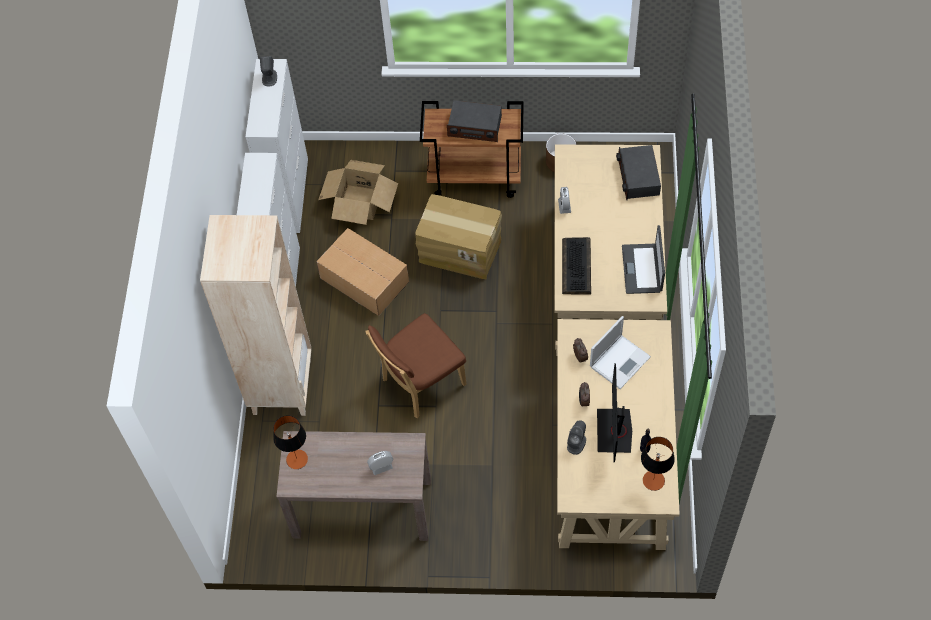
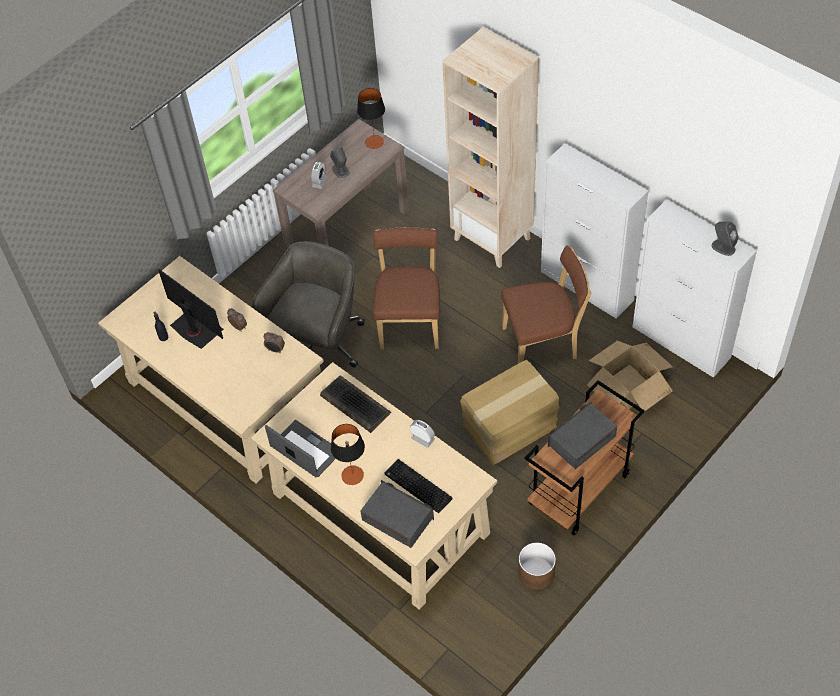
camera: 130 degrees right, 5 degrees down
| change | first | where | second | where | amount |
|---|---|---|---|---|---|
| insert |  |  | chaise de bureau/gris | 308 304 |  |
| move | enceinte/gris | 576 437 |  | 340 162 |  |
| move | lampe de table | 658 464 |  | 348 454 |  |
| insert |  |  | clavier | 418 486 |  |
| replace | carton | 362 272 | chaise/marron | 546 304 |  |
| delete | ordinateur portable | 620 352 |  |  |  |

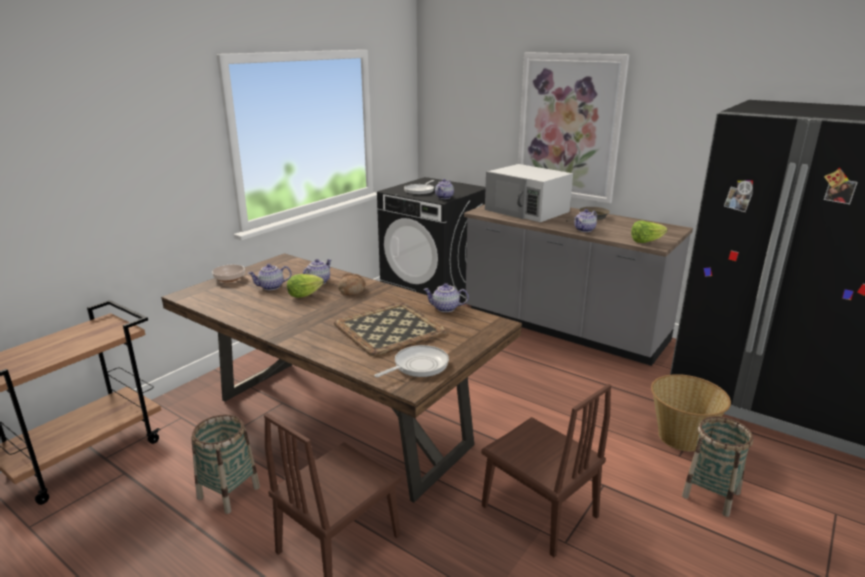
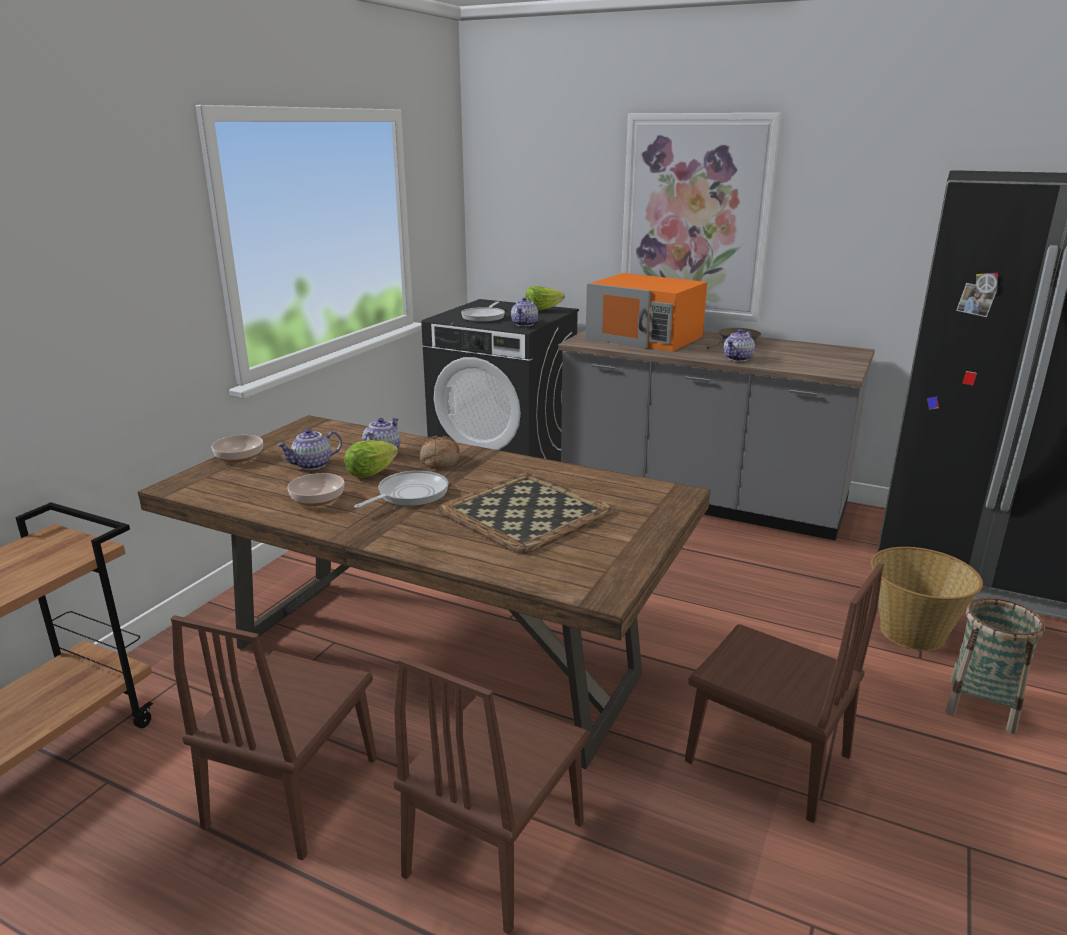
camera: 10 degrees left, 0 degrees up
| change | first | where | second | where | amount |
|---|---|---|---|---|---|
| replace | panier | 225 464 | chaise/marron | 274 737 |  |
| insert |  |  | bol | 315 489 |  |
| move | poêle | 411 361 |  | 401 489 |  |
| move | laitue | 649 231 |  | 545 298 |  |
| recolor | micro-ondes/blanc | 529 193 | micro-ondes/orange | 646 312 |  |
| delete | théière | 446 297 |  |  |  |

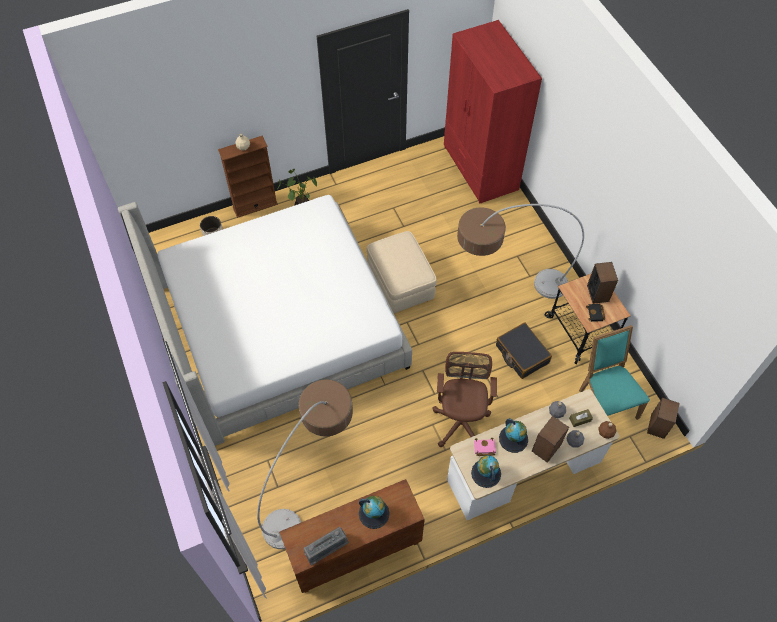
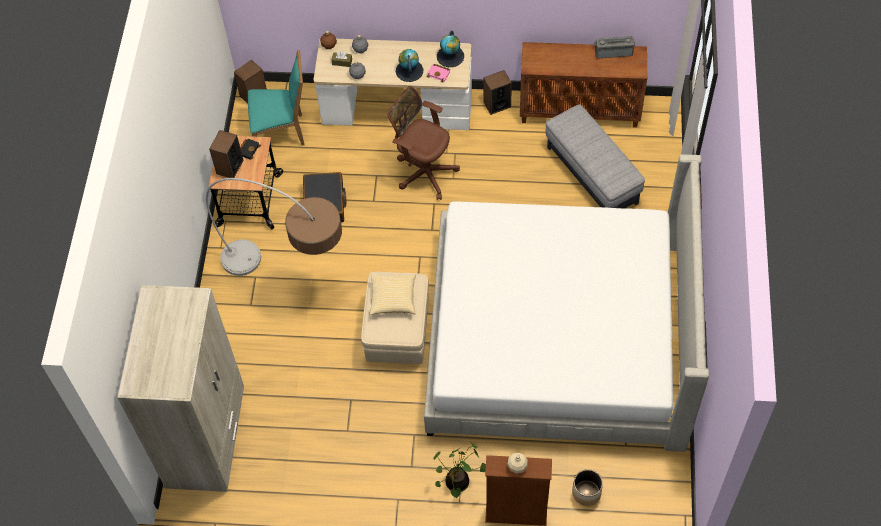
camera: 150 degrees left, 0 degrees up
| change | first | where | second | where | amount |
|---|---|---|---|---|---|
| recolor | armoire/rouge | 493 112 | armoire/beige | 180 388 |  |
| rotate | chaise/turquoise | 614 372 |  | 276 97 | 105 degrees counterclockwise |
| insert |  |  | coussin | 393 294 |  |
| rotate | chaise de bureau/marron | 464 399 |  | 424 143 | 90 degrees clockwise |
| move | enceinte | 550 439 |  | 497 92 |  |
| replace | lampadaire | 305 464 | pouf/gris | 595 156 |  |
| delete | globe | 374 512 |  |  |  |

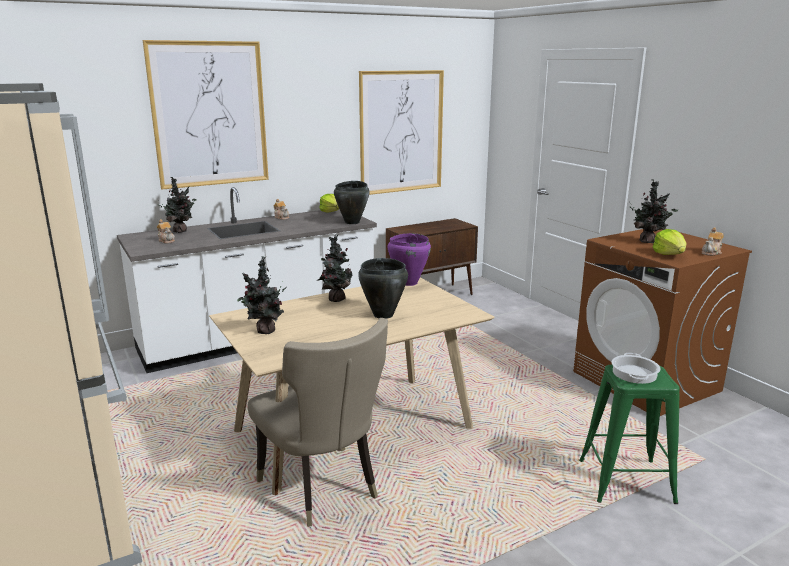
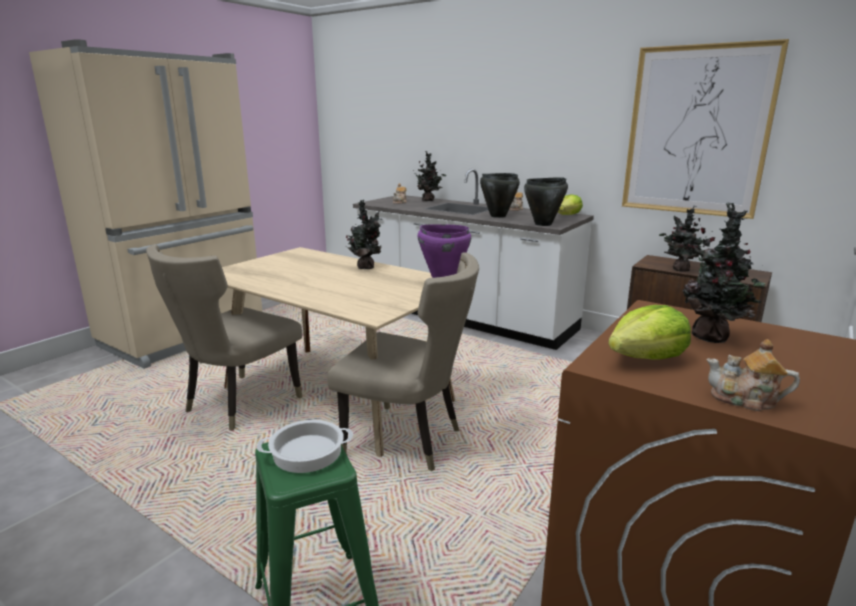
camera: 65 degrees right, 0 degrees up
| change | first | where | second | where | amount |
|---|---|---|---|---|---|
| insert |  |  | chaise/beige | 403 362 |  |
| move | marmite/noir | 383 288 |  | 500 195 |  |
| move | plante en pot | 262 295 |  | 684 239 |  |
| delete | tableau | 206 114 |  |  |  |

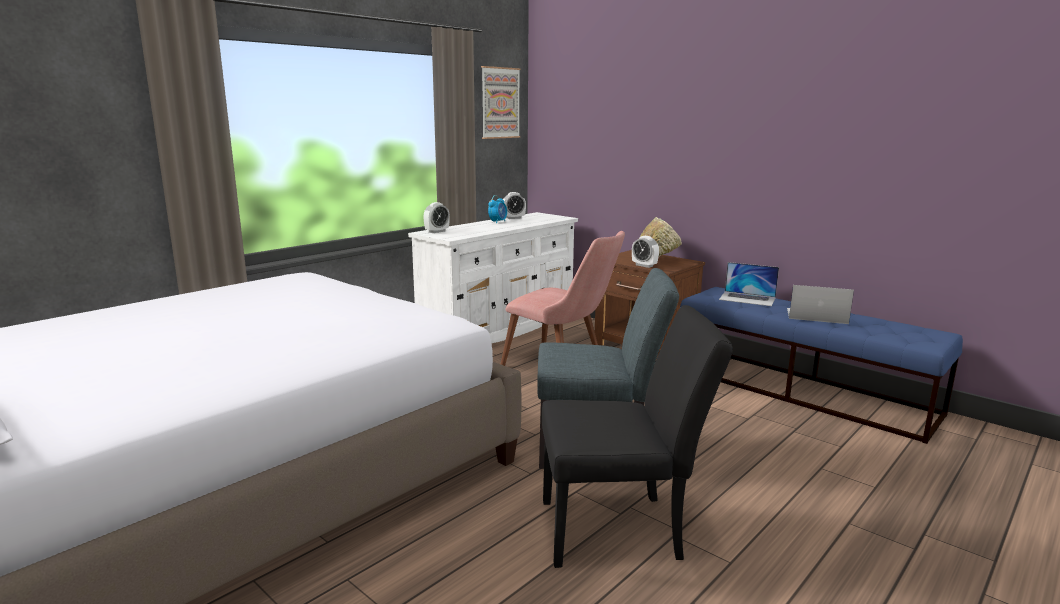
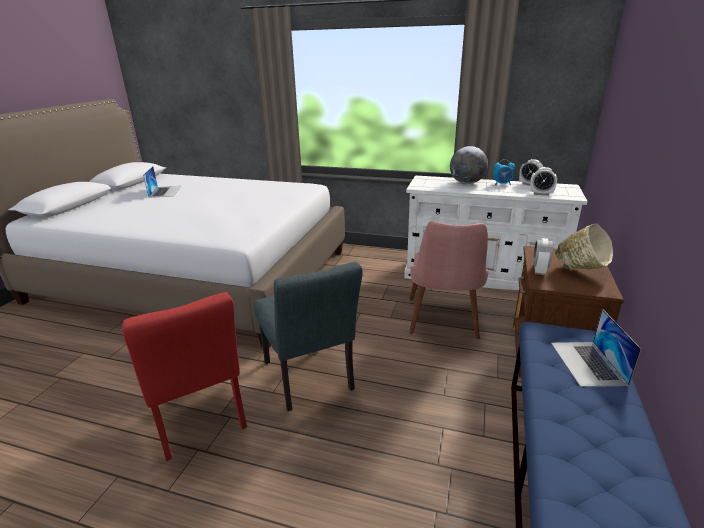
camera: 65 degrees right, 10 degrees up
| change | first | where | second | where | amount |
|---|---|---|---|---|---|
| recolor | chaise/noir | 637 436 | chaise/rouge | 184 376 |  |
| move | ordinateur portable | 820 304 |  | 162 182 |  |
| insert |  |  | globe | 469 165 |  |
| move | réveil | 437 217 |  | 543 181 |  |
| delete | tableau | 501 102 |  |  |  |

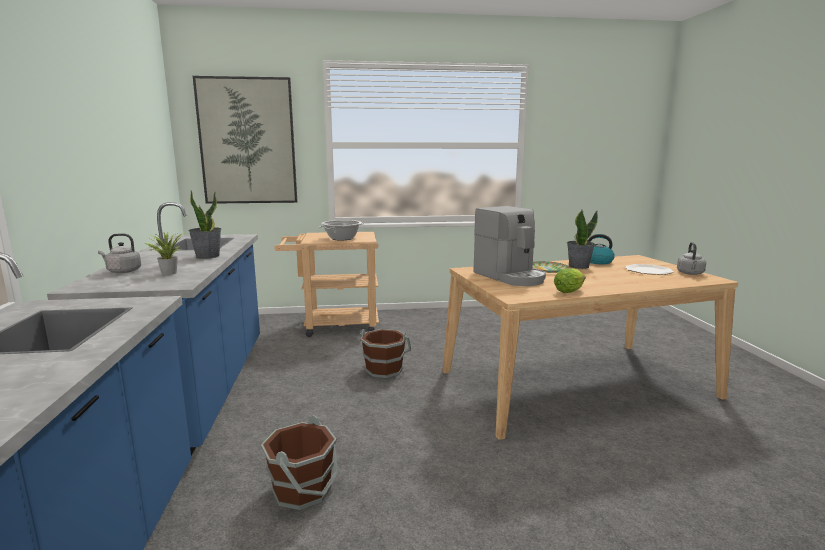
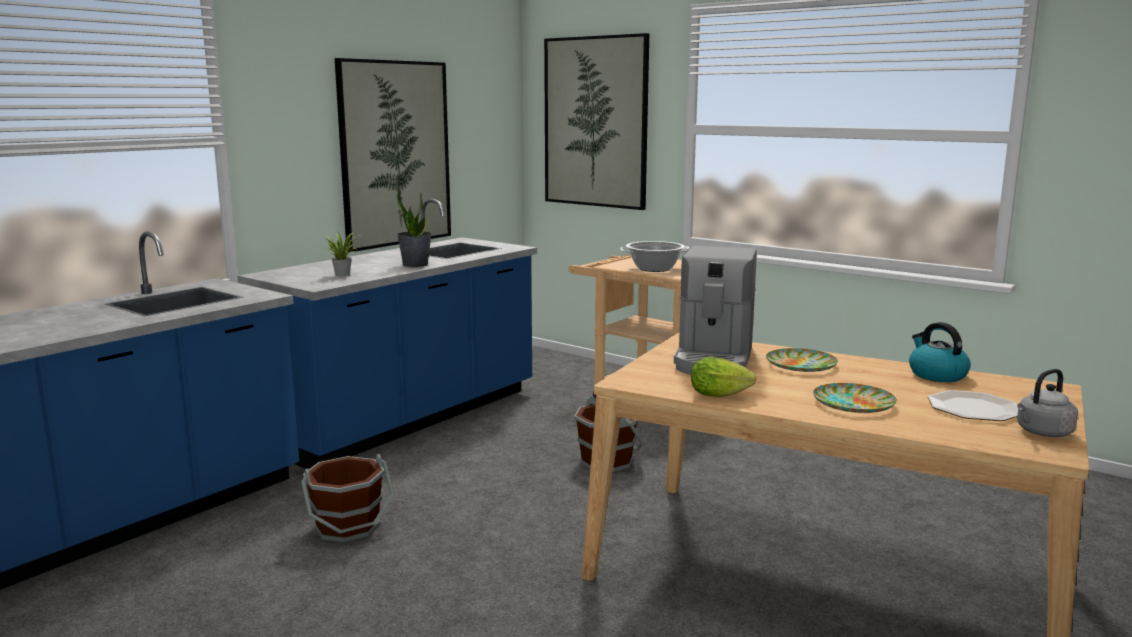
camera: 45 degrees right, 0 degrees up
| change | first | where | second | where | amount |
|---|---|---|---|---|---|
| insert |  |  | tableau | 393 155 |  |
| insert |  |  | assiette | 855 398 |  |
| delete | bouilloire/gris | 119 253 |  |  |  |
| delete | plante en pot | 582 239 |  |  |  |

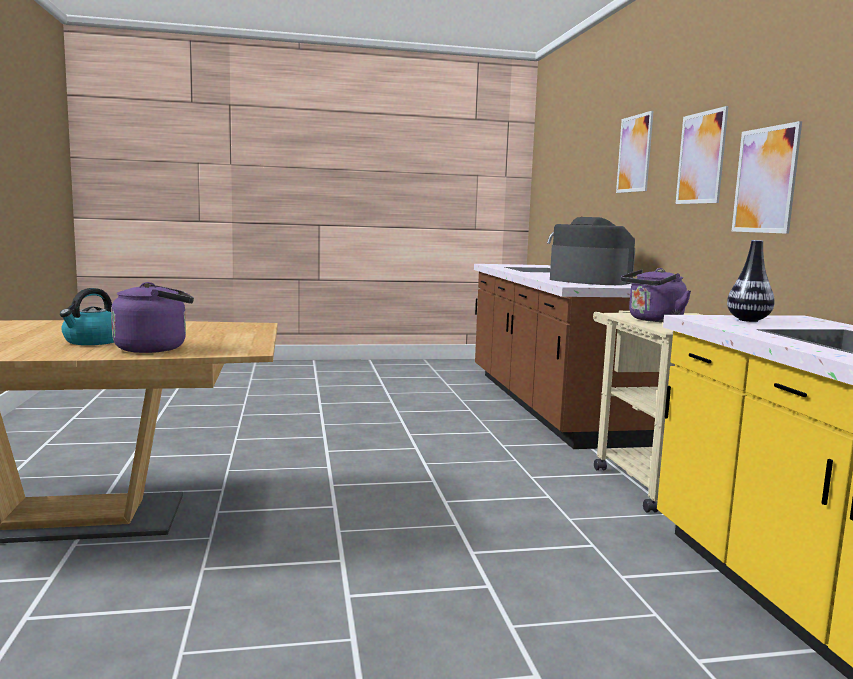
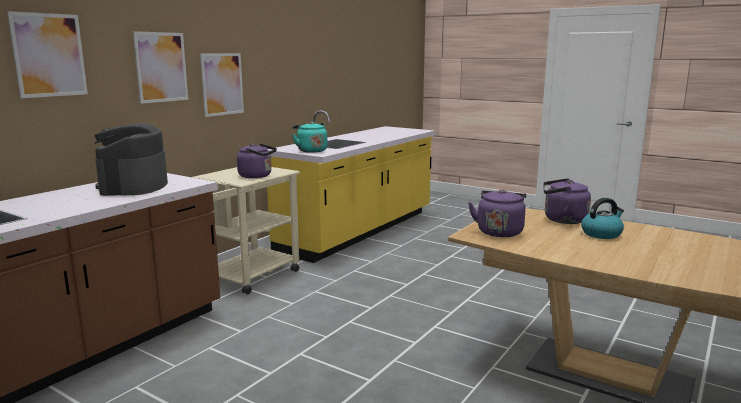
camera: 135 degrees left, 5 degrees up
| change | first | where | second | where | amount |
|---|---|---|---|---|---|
| replace | vase | 751 281 | bouilloire/turquoise | 309 137 |  |
| insert |  |  | bouilloire/violet | 497 213 |  |

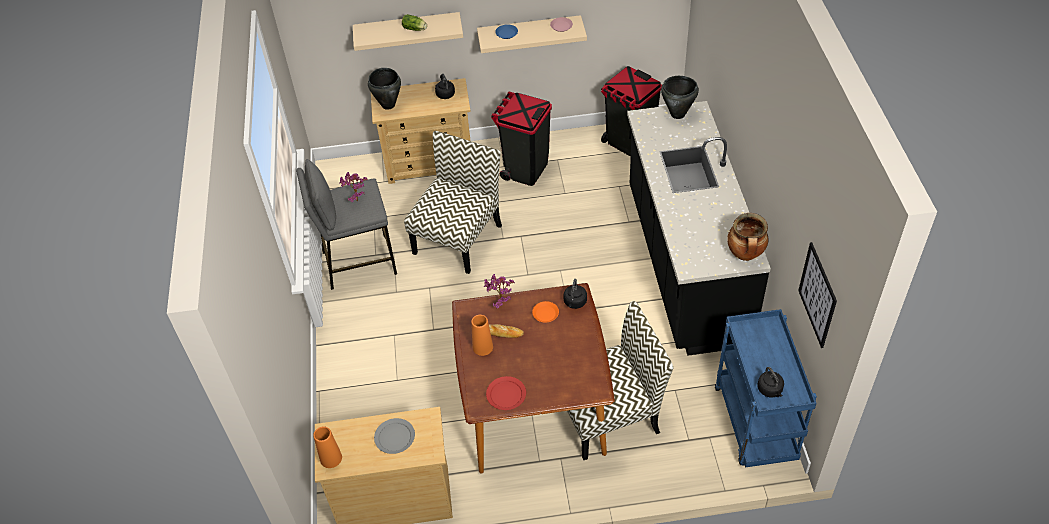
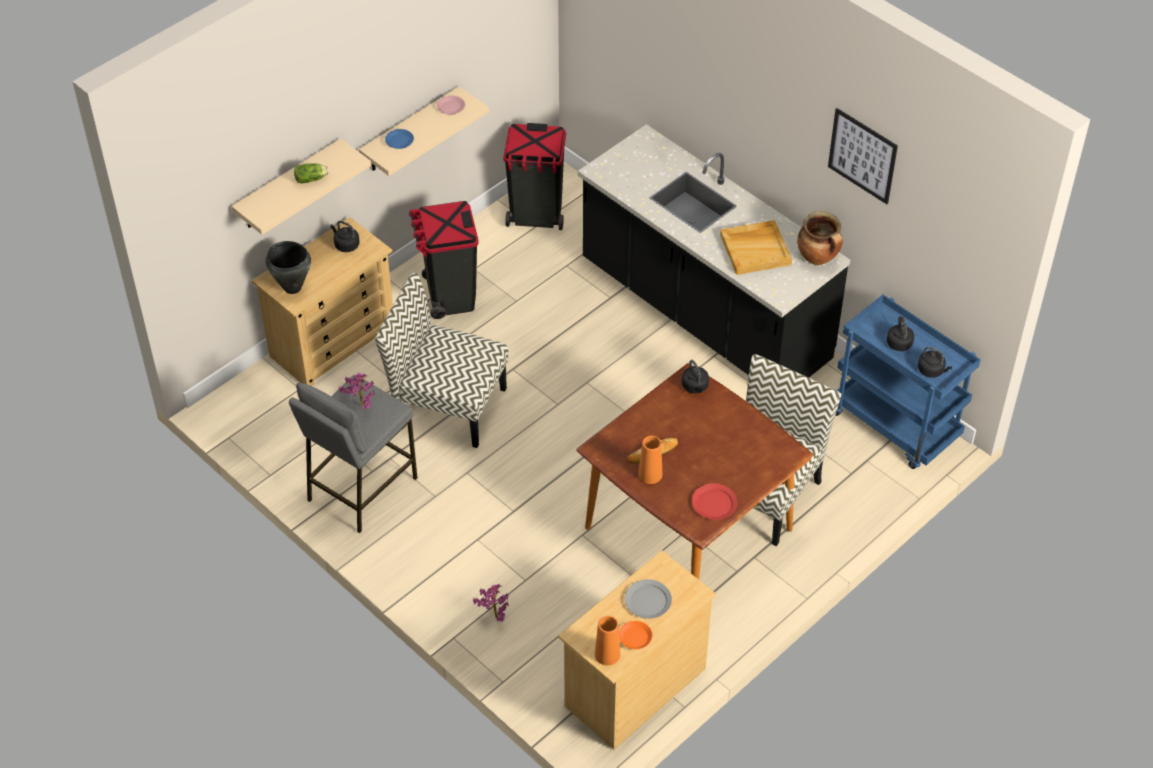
camera: 40 degrees left, 0 degrees up
| change | first | where | second | where | amount |
|---|---|---|---|---|---|
| rotate | chaise | 453 202 |  | 441 360 | 60 degrees counterclockwise |
| move | plante en pot | 499 291 |  | 491 603 |  |
| move | assiette/orange | 545 312 |  | 635 635 |  |
| insert |  |  | plateau/beige | 756 247 |  |
| move | tableau | 817 295 |  | 863 156 |  |
| insert |  |  | bouilloire/noir | 900 333 |  |
| delete | marmite/noir | 680 97 |  |  |  |

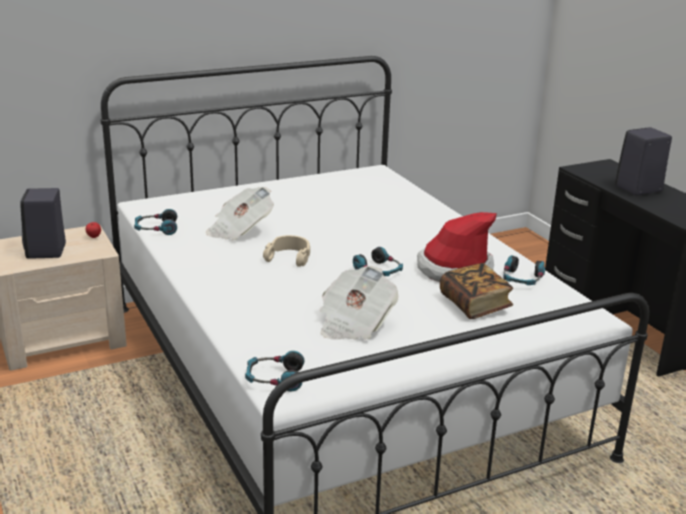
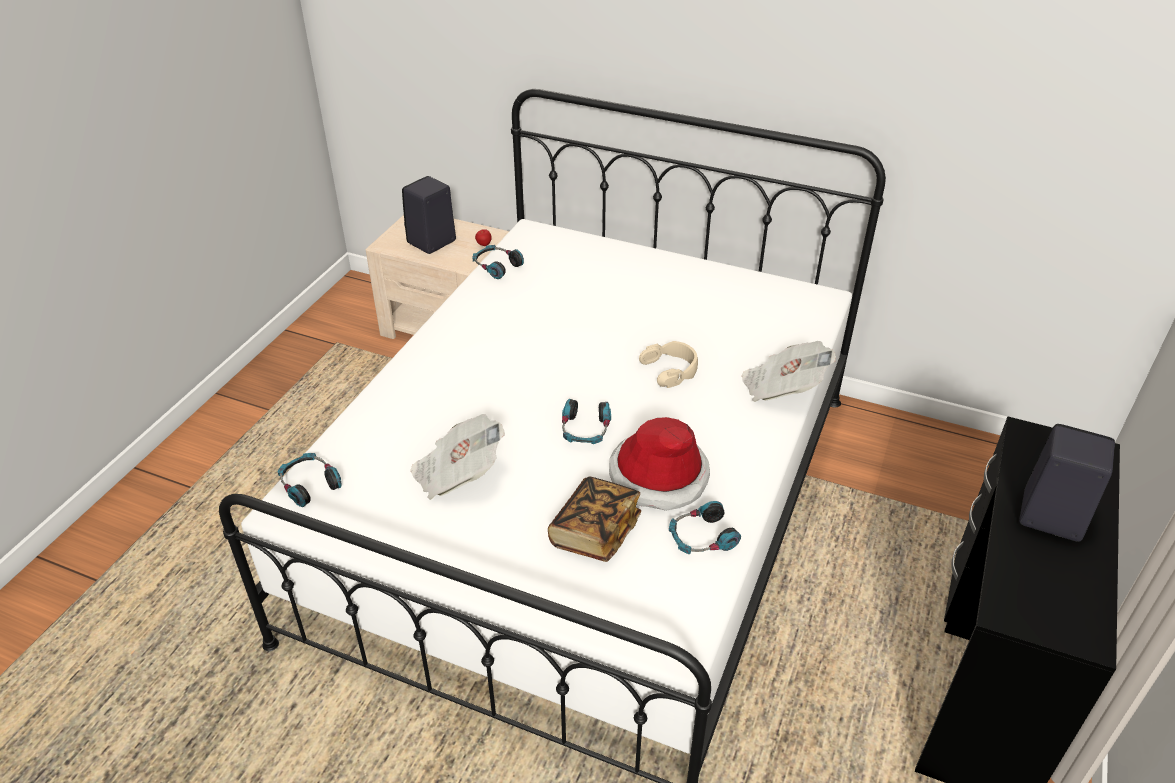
camera: 50 degrees right, 15 degrees up
| change | first | where | second | where | amount |
|---|---|---|---|---|---|
| move | casque audio/beige | 286 251 |  | 668 364 |  |
| move | journal | 240 214 |  | 788 371 |  |

